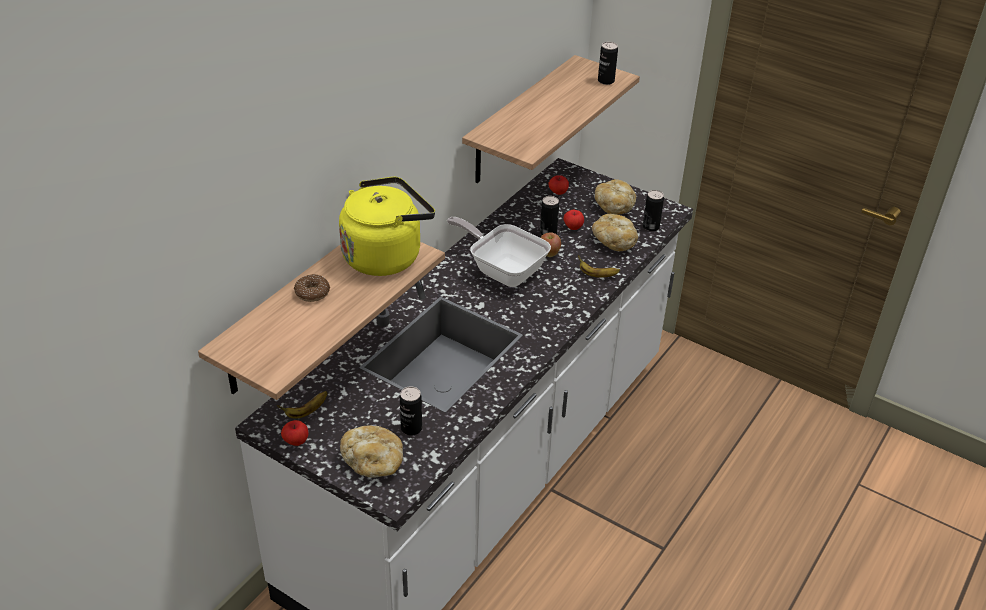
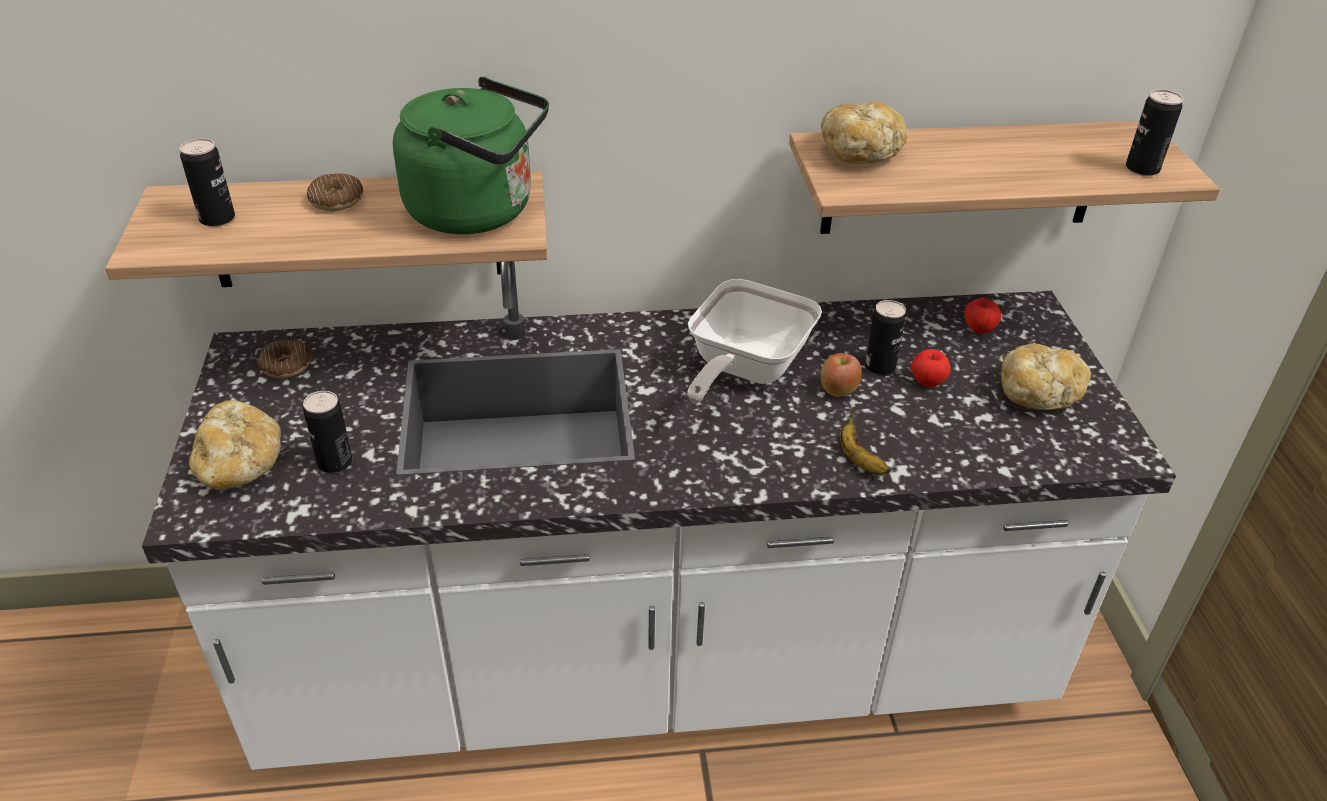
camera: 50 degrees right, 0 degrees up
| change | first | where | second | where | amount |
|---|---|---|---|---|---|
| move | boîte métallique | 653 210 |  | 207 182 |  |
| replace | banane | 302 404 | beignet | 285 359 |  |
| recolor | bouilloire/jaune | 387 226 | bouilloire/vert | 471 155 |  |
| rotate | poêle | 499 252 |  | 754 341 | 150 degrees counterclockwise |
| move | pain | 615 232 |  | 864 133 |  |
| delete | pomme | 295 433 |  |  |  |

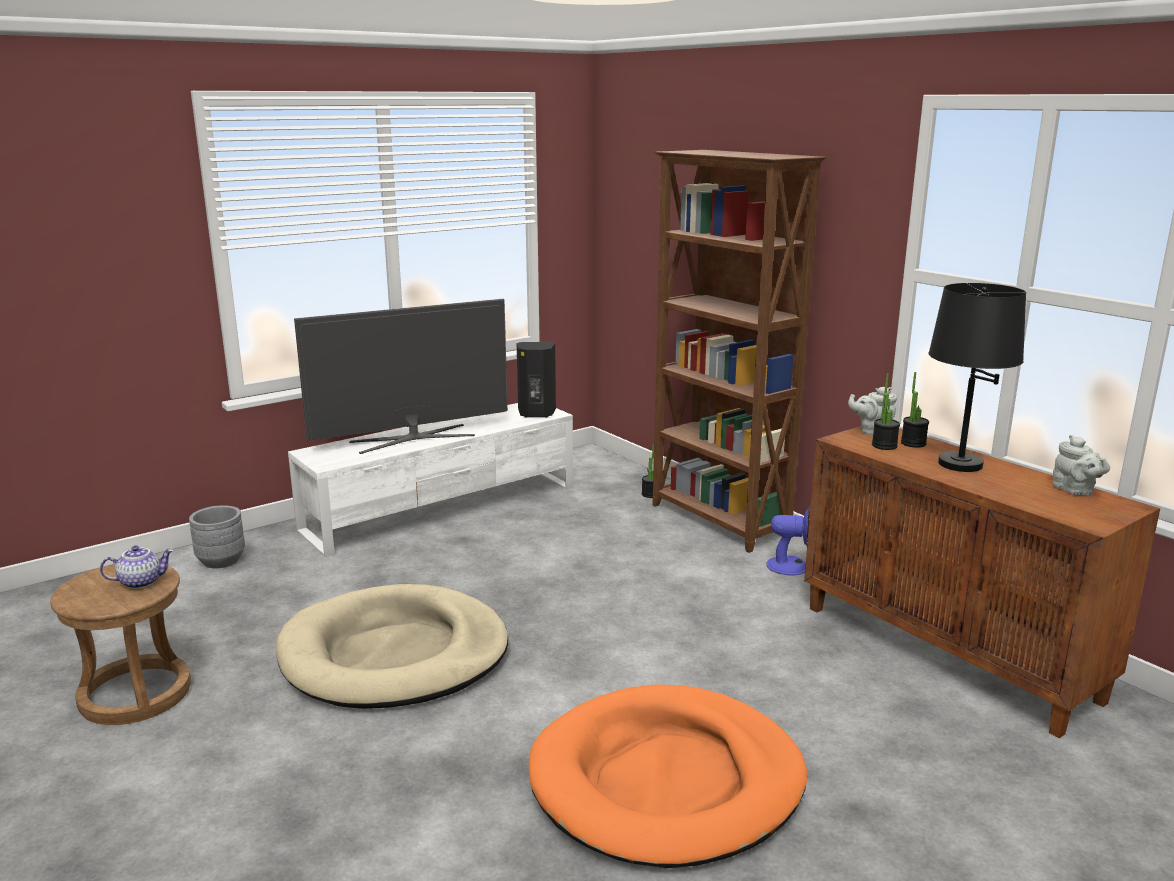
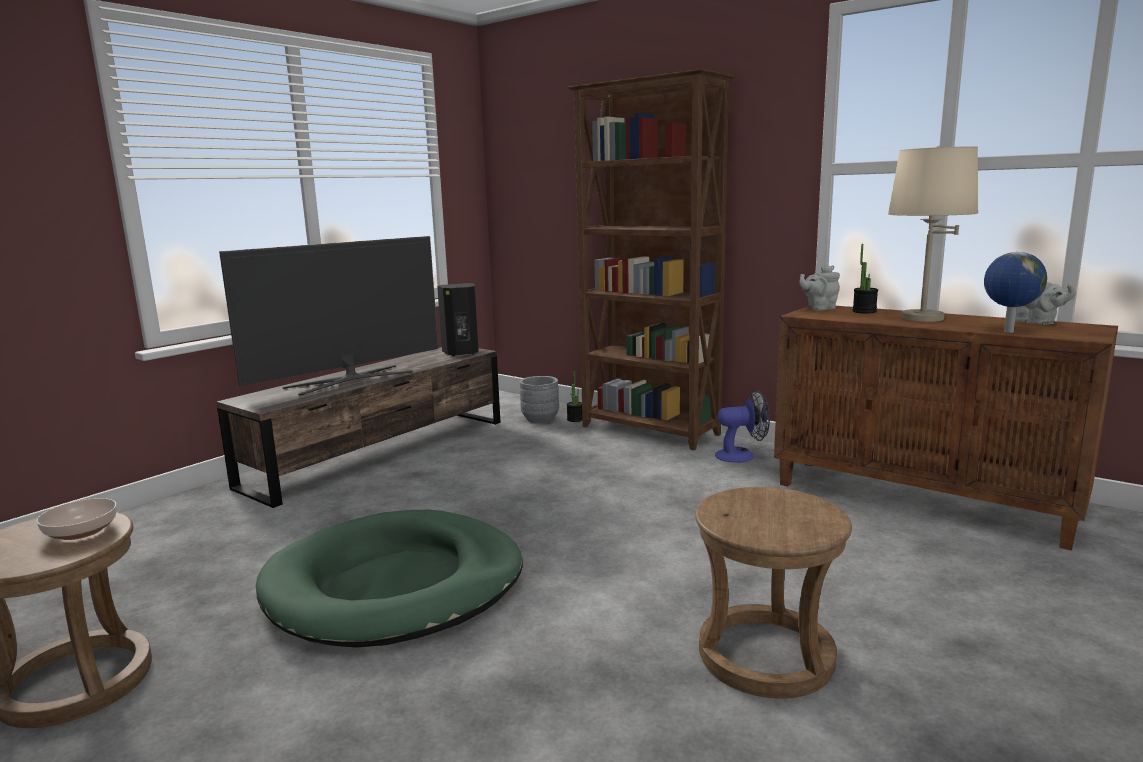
camera: 15 degrees left, 5 degrees down
| change | first | where | second | where | amount |
|---|---|---|---|---|---|
| replace | théière | 137 567 | bol | 76 519 |  |
| recolor | meuble télé/blanc | 430 480 | meuble télé/marron | 358 427 |  |
| recolor | panier pour chien/beige | 392 646 | panier pour chien/vert | 389 579 |  |
| move | cache-pot/gris | 217 537 |  | 539 399 |  |
| replace | panier pour chien/orange | 667 776 | tabouret/marron | 773 593 |  |
| recolor | lampe de table/noir | 977 377 | lampe de table/beige | 933 234 |  |
| insert |  |  | globe | 1015 292 |  |
| delete | plante en pot | 886 412 |  |  |  |

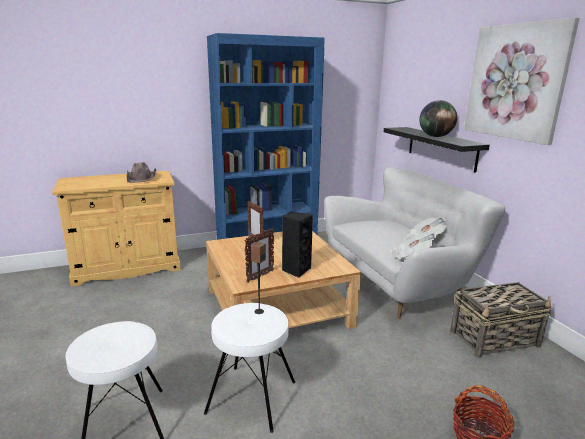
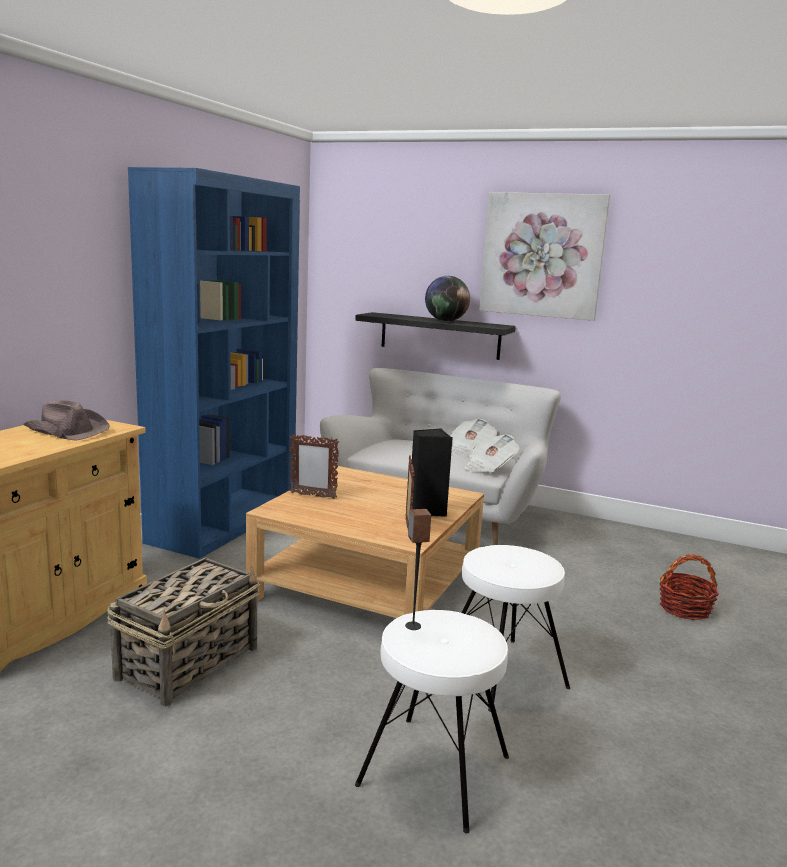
camera: 45 degrees left, 5 degrees down
| change | first | where | second | where | amount |
|---|---|---|---|---|---|
| move | panier | 501 320 |  | 183 631 |  |
| move | enceinte | 258 278 |  | 418 569 |  |

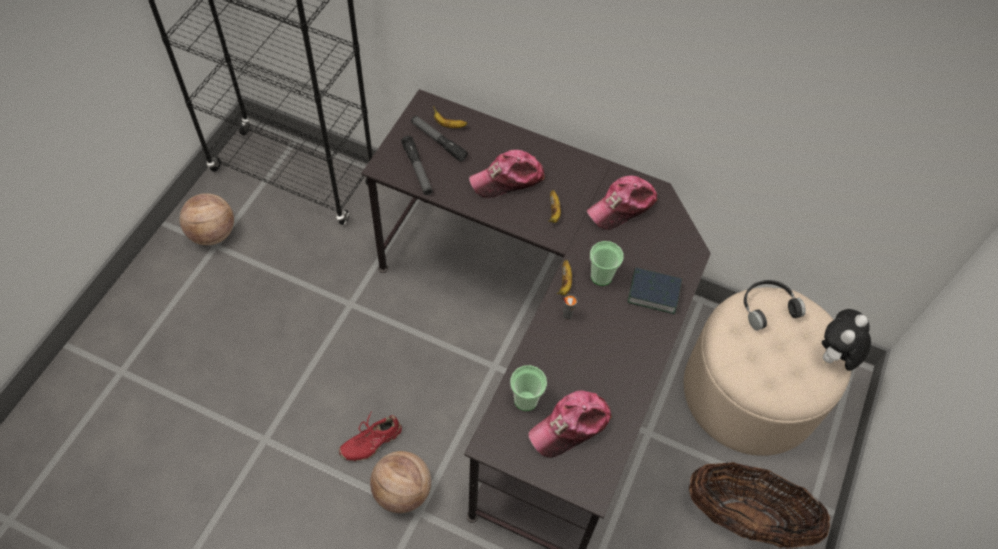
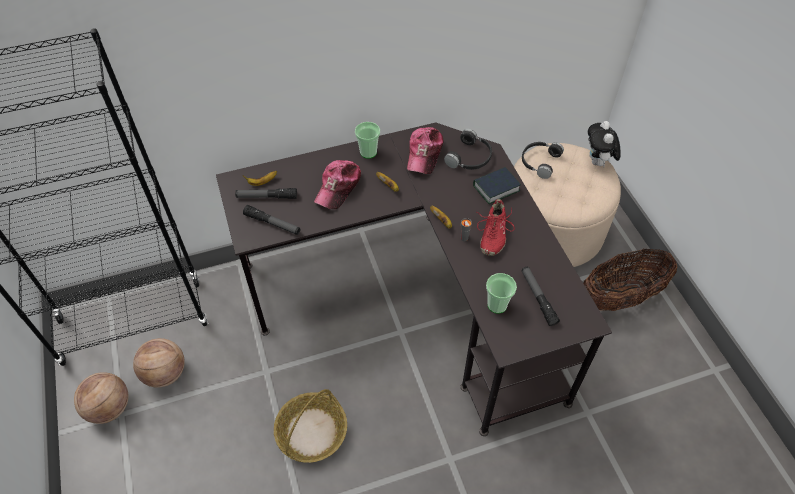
camera: 40 degrees left, 5 degrees down
| change | first | where | second | where | amount |
|---|---|---|---|---|---|
| move | ballon de basket | 400 482 |  | 159 363 |  |
| insert |  |  | panier | 310 426 |  |
| move | tasse | 607 263 |  | 367 140 |  |
| insert |  |  | casque audio/noir | 468 149 |  |
| move | chaussure/rouge | 370 436 |  | 496 227 |  |
| replace | casquette | 570 424 | lampe de poche | 541 296 |  |

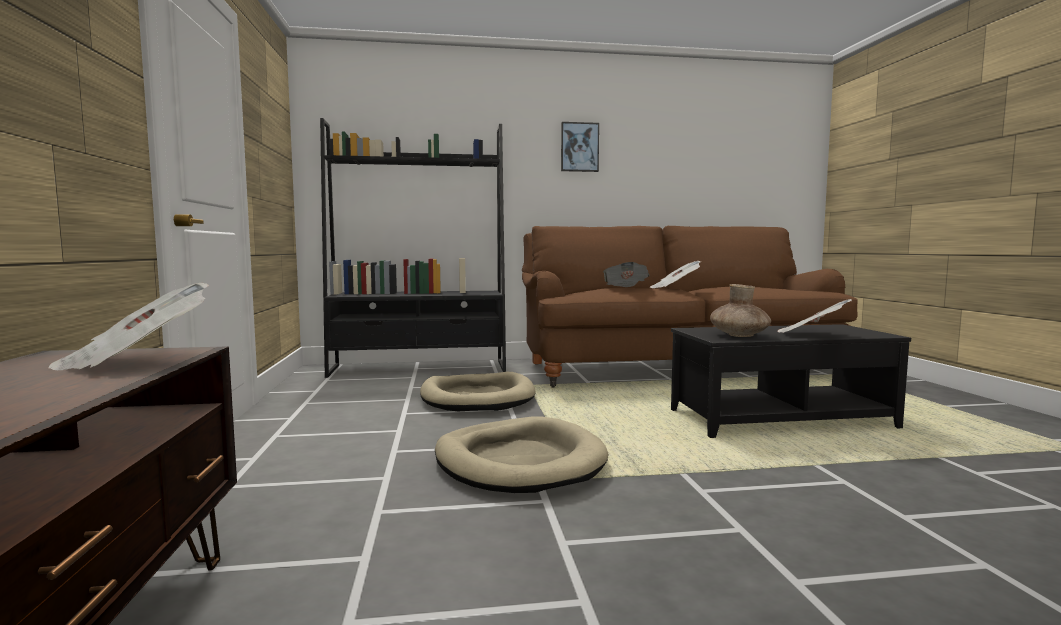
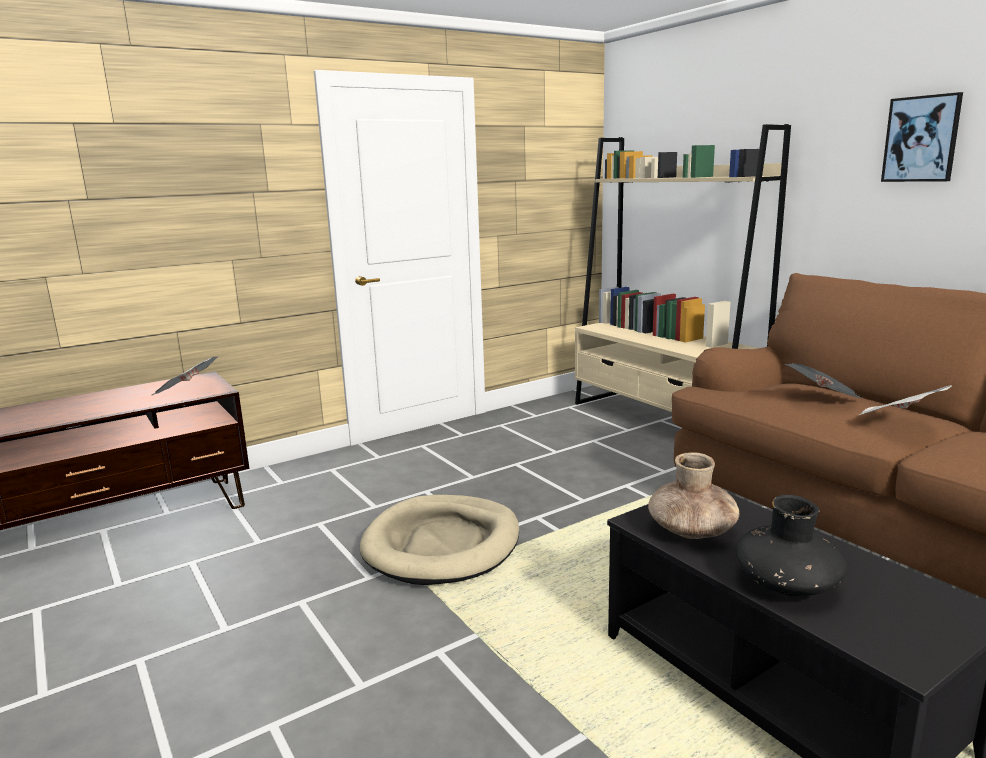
camera: 65 degrees right, 10 degrees up
| change | first | where | second | where | amount |
|---|---|---|---|---|---|
| recolor | bibliothèque/noir | 413 248 | bibliothèque/beige | 683 268 |  |
| replace | journal | 815 316 | vase/noir | 791 545 |  |
| delete | panier pour chien/beige | 478 391 |  |  |  |

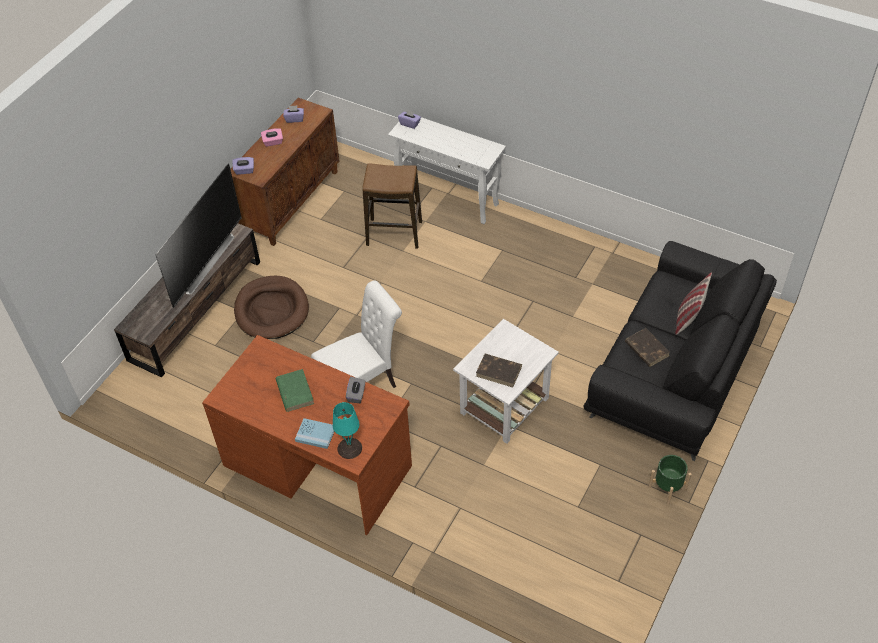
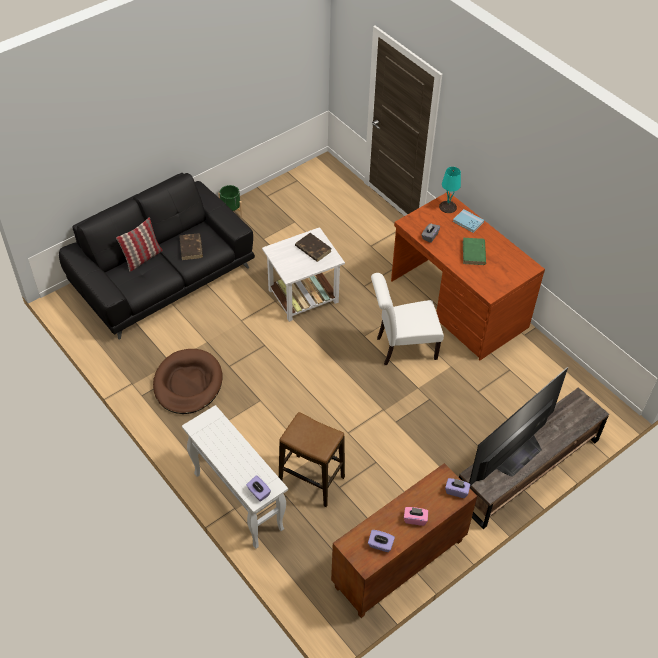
camera: 160 degrees left, 0 degrees up
| change | first | where | second | where | amount |
|---|---|---|---|---|---|
| move | panier pour chien/marron | 271 307 |  | 188 381 |  |

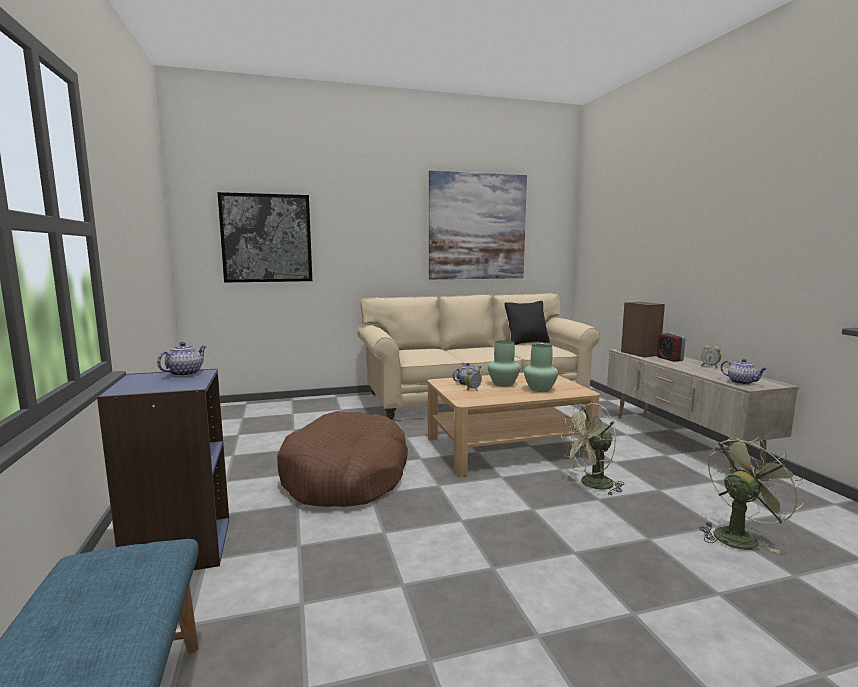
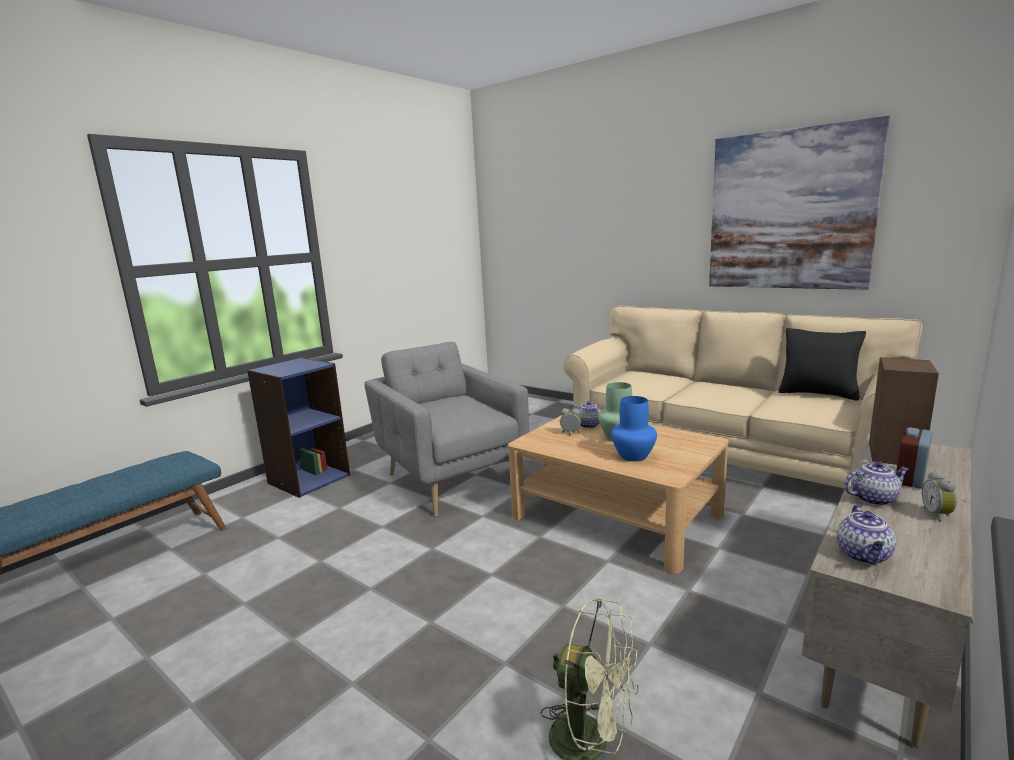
camera: 55 degrees right, 5 degrees up
| change | first | where | second | where | amount |
|---|---|---|---|---|---|
| replace | panier pour chien/marron | 342 459 | fauteuil/gris | 447 429 |  |
| recolor | vase/vert | 541 368 | vase/bleu | 634 428 |  |
| move | théière | 182 359 |  | 876 483 |  |
| delete | tableau | 264 237 |  |  |  |
| delete | ventilateur/vert | 592 449 |  |  |  |

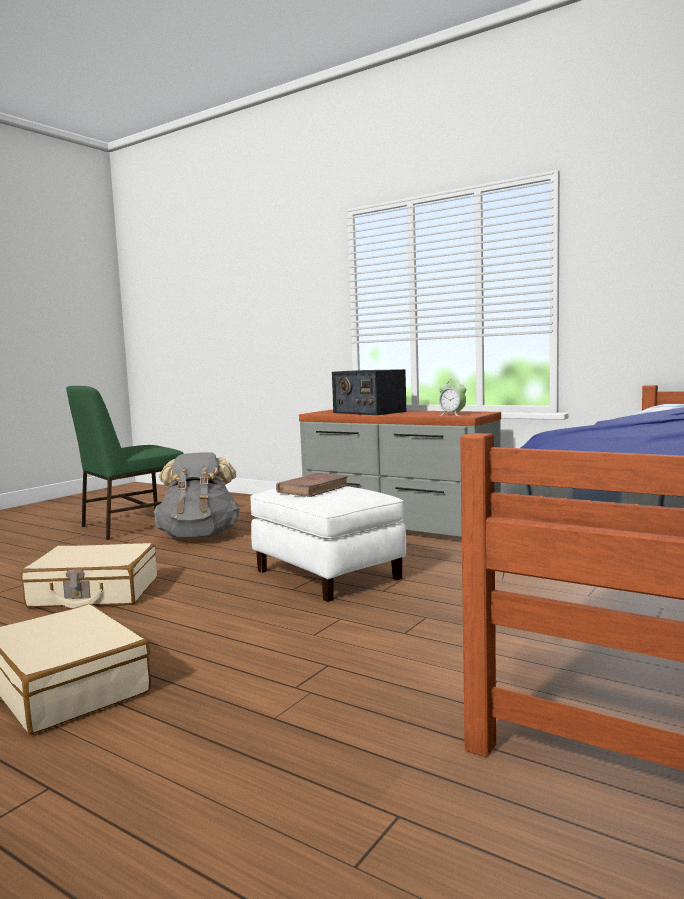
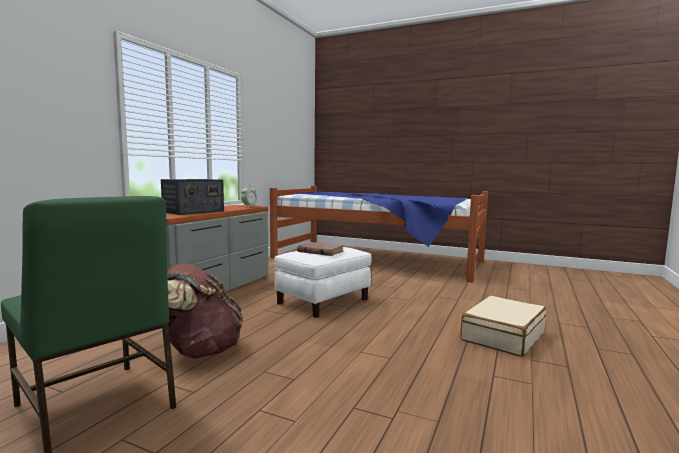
camera: 100 degrees left, 0 degrees up
| change | first | where | second | where | amount |
|---|---|---|---|---|---|
| recolor | sac à dos/gris | 197 495 | sac à dos/marron | 205 311 |  |
| delete | valise/beige | 89 575 |  |  |  |

